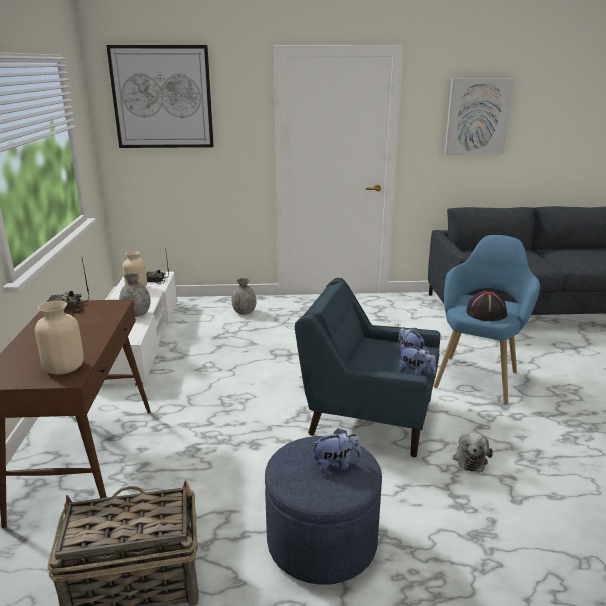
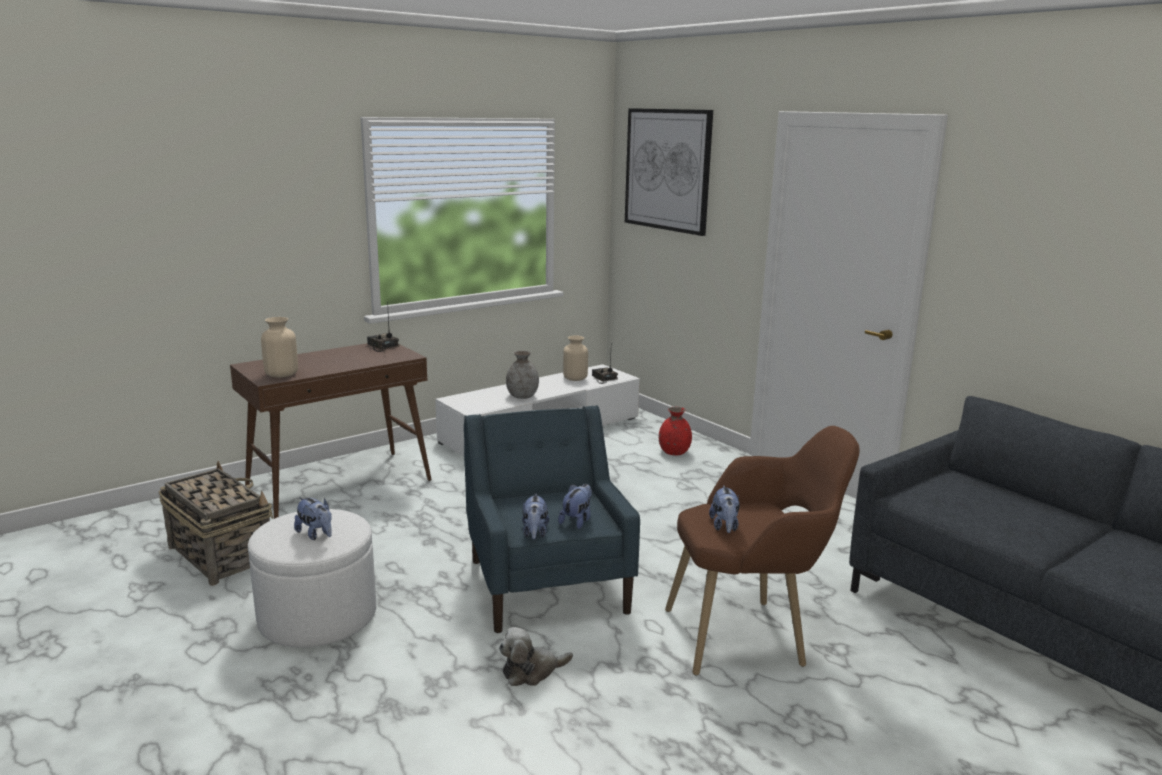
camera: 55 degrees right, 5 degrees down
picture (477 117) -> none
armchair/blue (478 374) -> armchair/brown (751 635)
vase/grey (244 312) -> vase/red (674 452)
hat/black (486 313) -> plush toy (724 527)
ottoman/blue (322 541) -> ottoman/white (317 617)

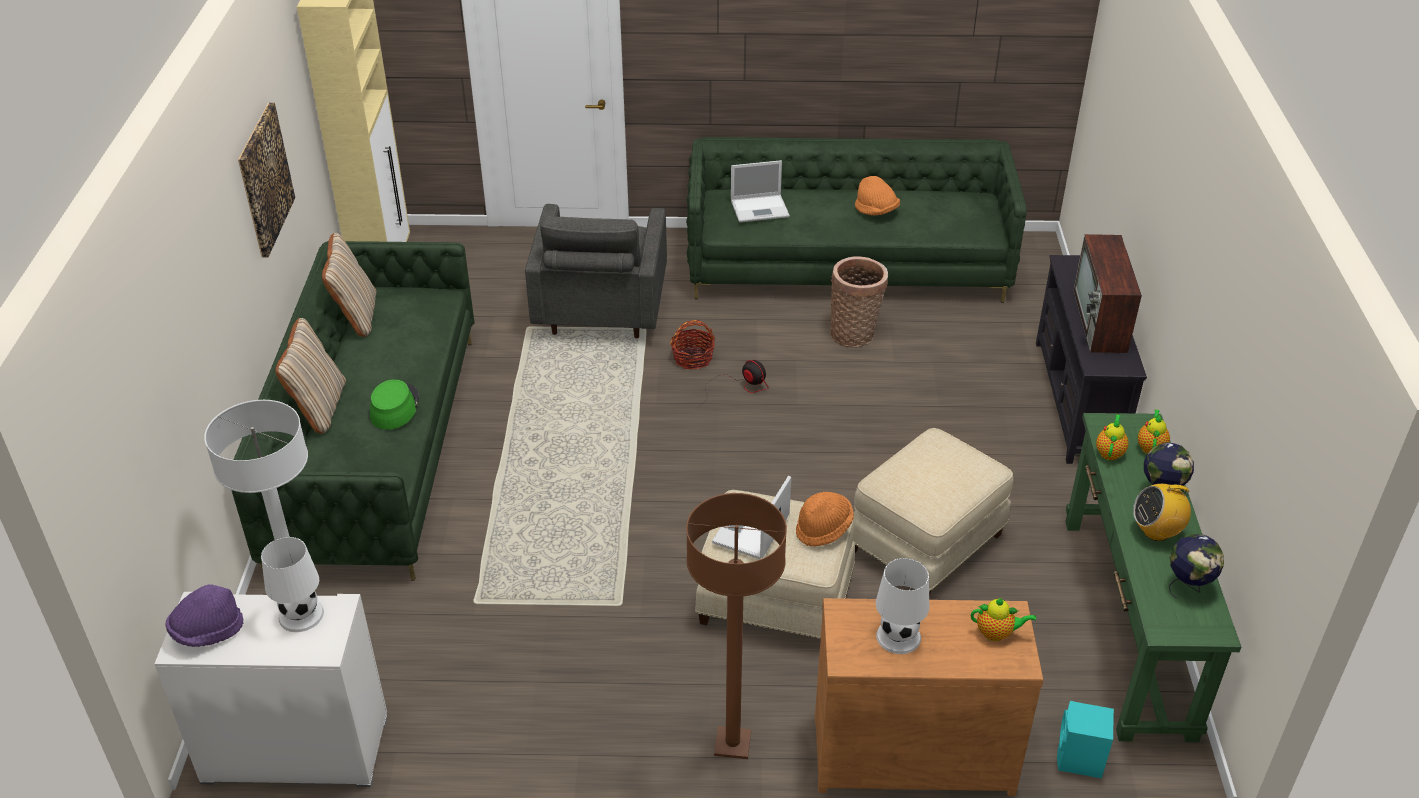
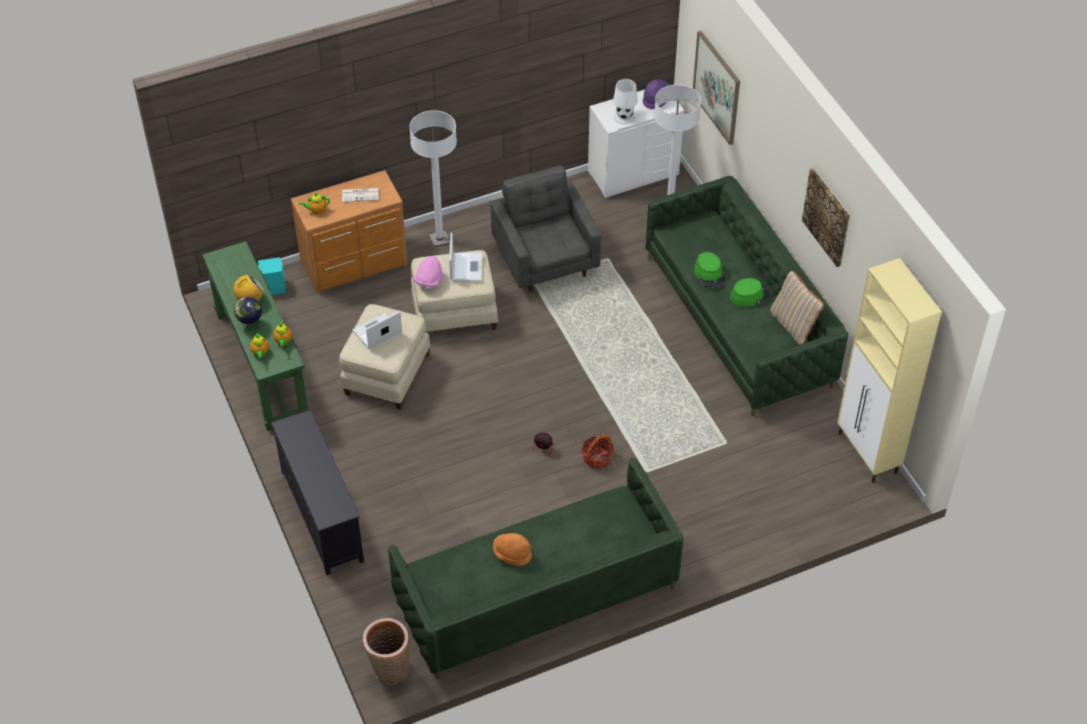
camera: 155 degrees right, 10 degrees up
laptop (761 208) -> laptop (376 332), move
armchair/grey (600 311) -> armchair/grey (545 259), move
television (1101 322) -> none
basket (855 334) -> basket (390 670), move
pillow/beige (318 407) -> none
hat/orange (823 528) -> hat/pink (429 281)
floor lamp/brown (732 744) -> floor lamp/white (439 240)
globe (1188 587) -> none
table lamp/white (897 637) -> newspaper (361 195)
none -> picture (717 87)
none -> hat/green (750 295)

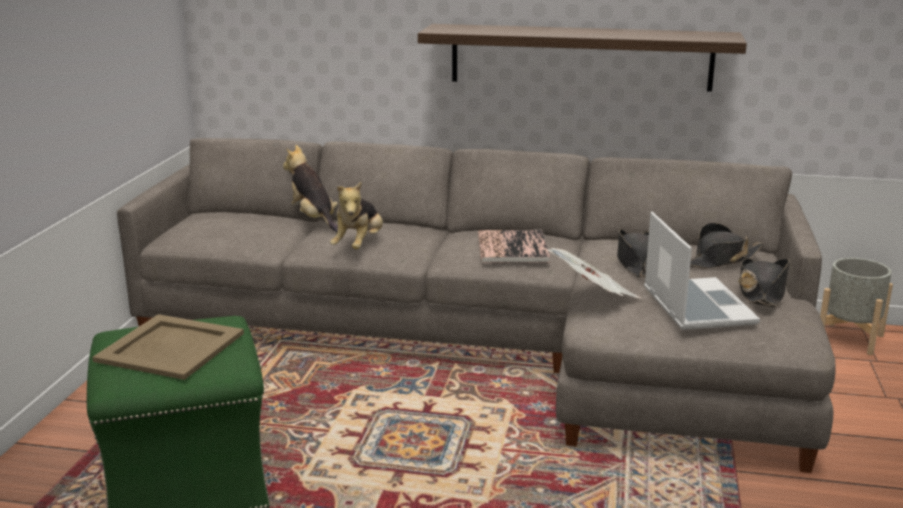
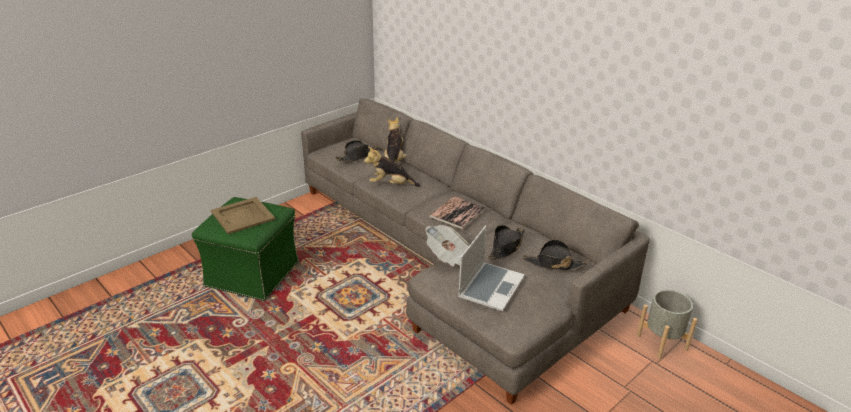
camera: 35 degrees right, 10 degrees up
shelf (580 57) -> none
plush toy (359 246) -> plush toy (391 185), 45 degrees clockwise
hat/black (761 292) -> hat/black (357 156), move

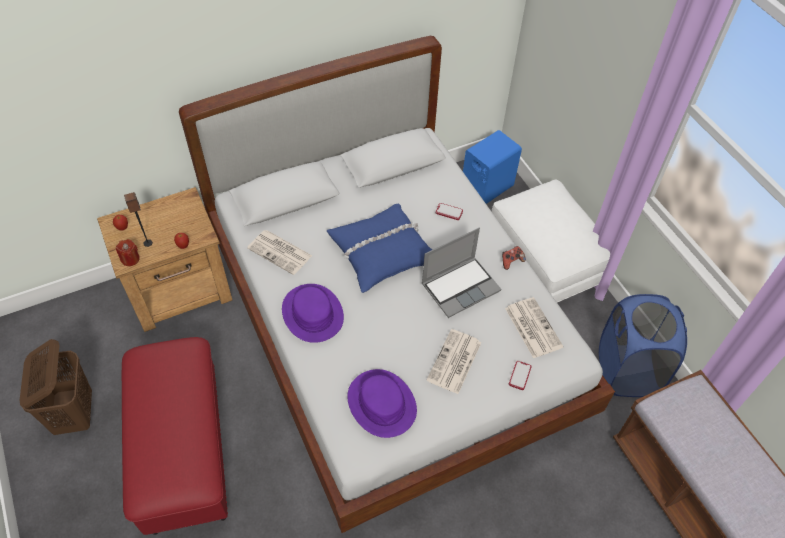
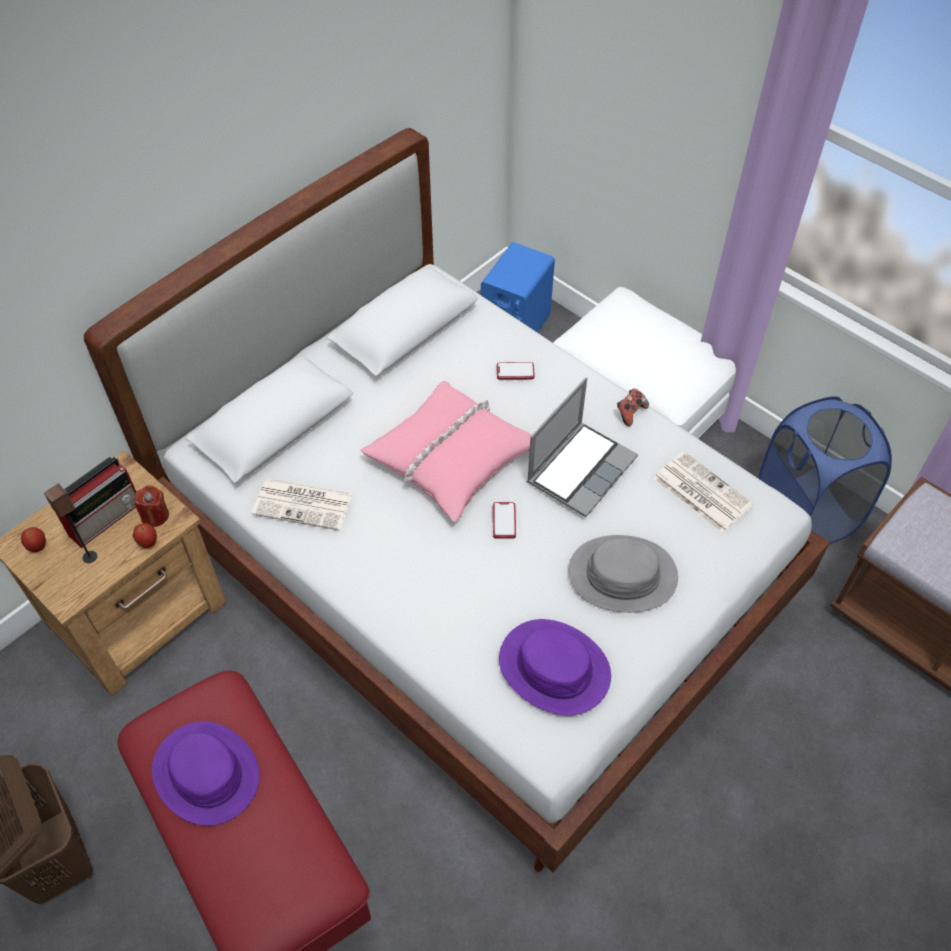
camera: 20 degrees left, 0 degrees up
pillow/blue (382 252) -> pillow/pink (450 457)
candle/red (130 259) -> candle/red (155 515), move
hat/purple (312 314) -> hat/purple (206 774), move
newspaper (454 362) -> hat/grey (622 575)
phone (519 375) -> phone (504 521), move
none -> radio (106 517)

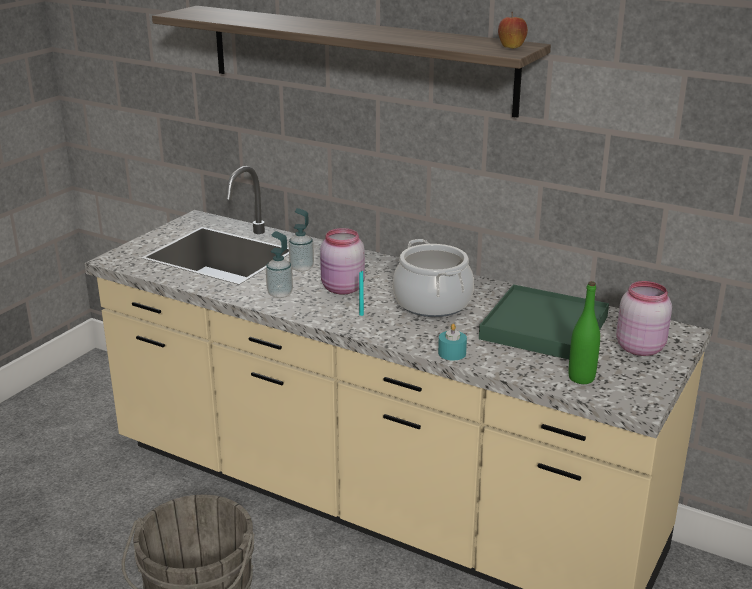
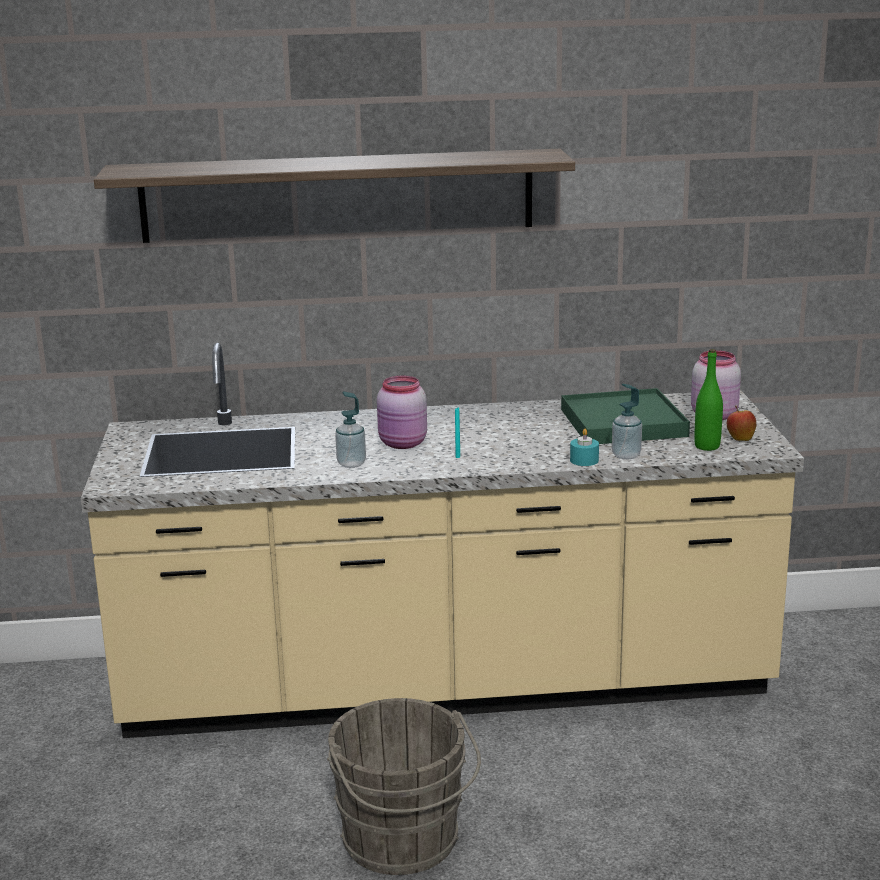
camera: 35 degrees left, 5 degrees down
apple (511 47) -> apple (740 438), move
soap dispenser (301 268) -> soap dispenser (626 455), move
cooking pot (432 303) -> none

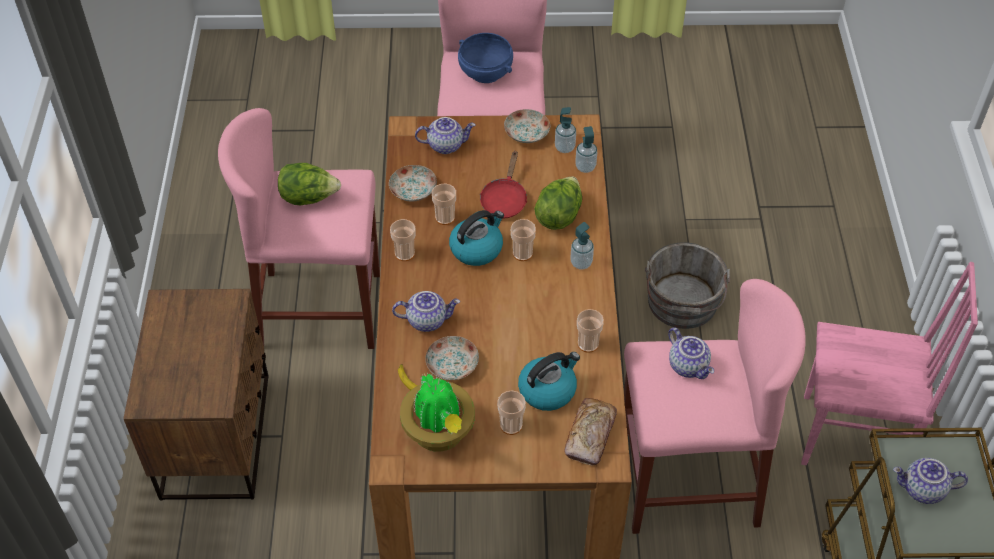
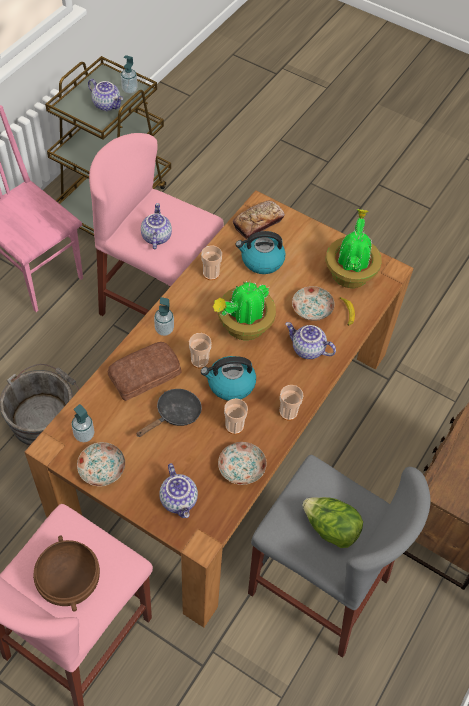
camera: 150 degrees left, 5 degrees up
bowl/blue (486 72) -> bowl/brown (68 582)
stool/pink (320 309) -> stool/grey (318 586)
teapot (446 145) -> teapot (179 500), 135 degrees counterclockwise
soap dispenser (585 167) -> soap dispenser (129 89), move
frying pan/red (504 199) -> frying pan/black (175 414)
lettuce (558 215) -> bread (146 375)
cup (511 425) -> none
none -> potted plant (243 326)

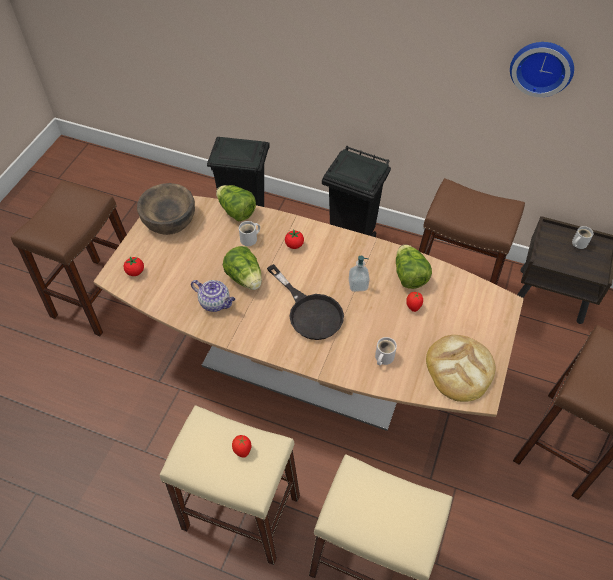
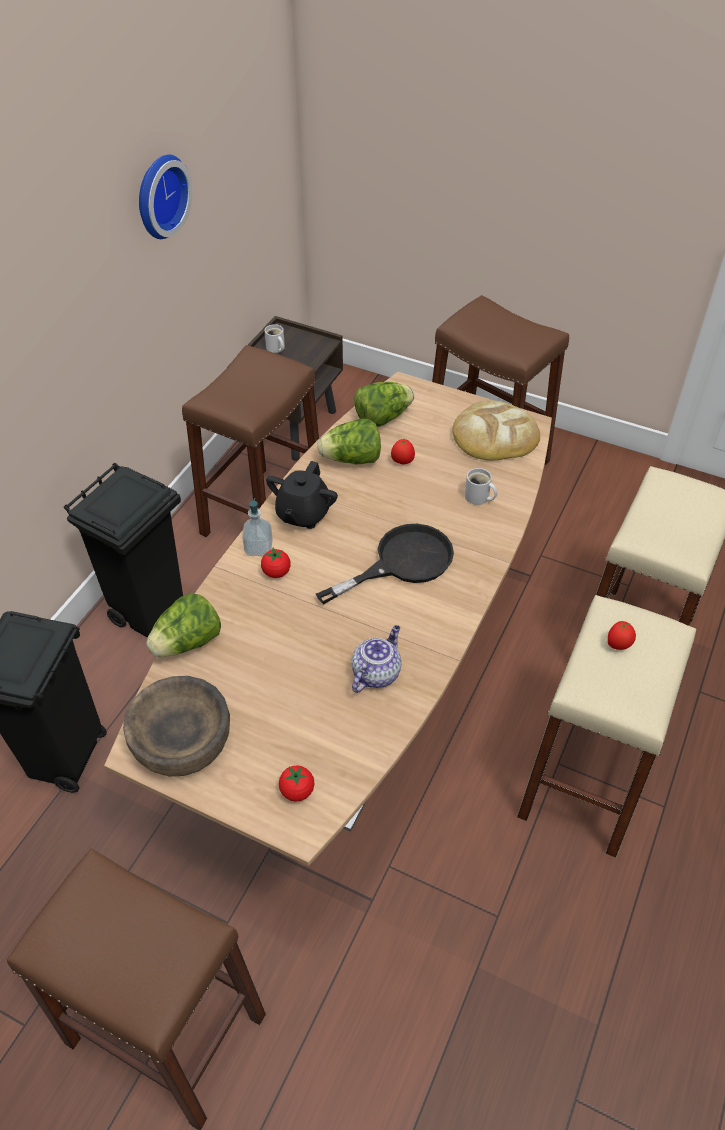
camera: 85 degrees left, 5 degrees down
mug/white (250 239) -> none
lettuce (245 278) -> lettuce (382 418), move
soap dispenser (358 285) -> soap dispenser (258 548), move
none -> teapot/black (303 514)

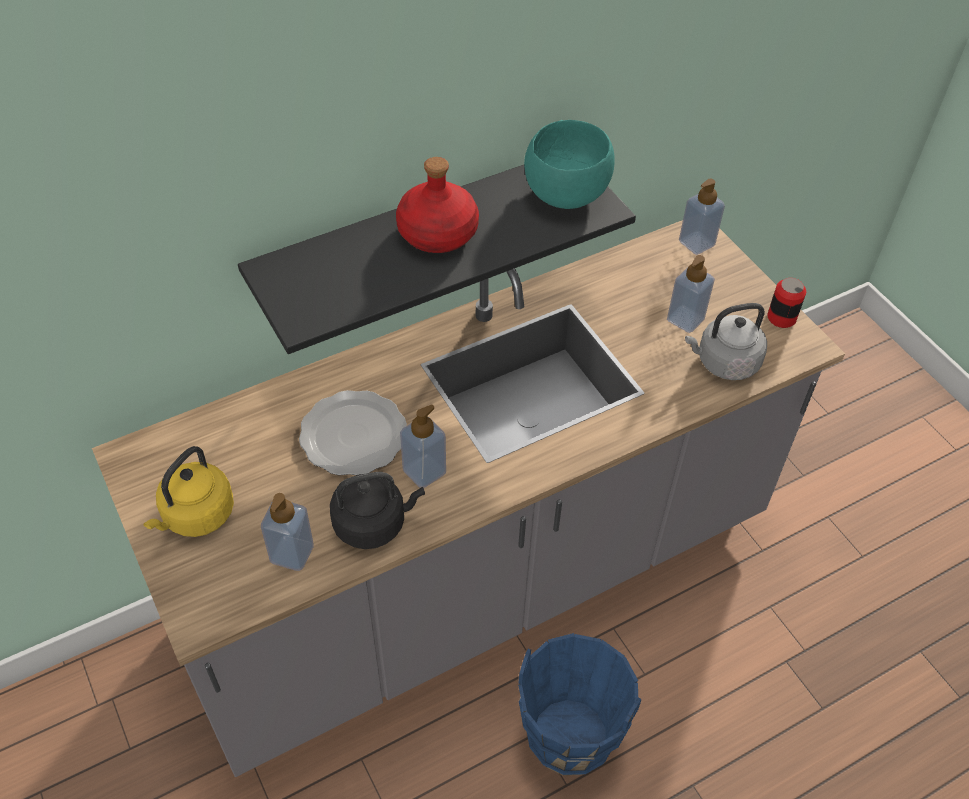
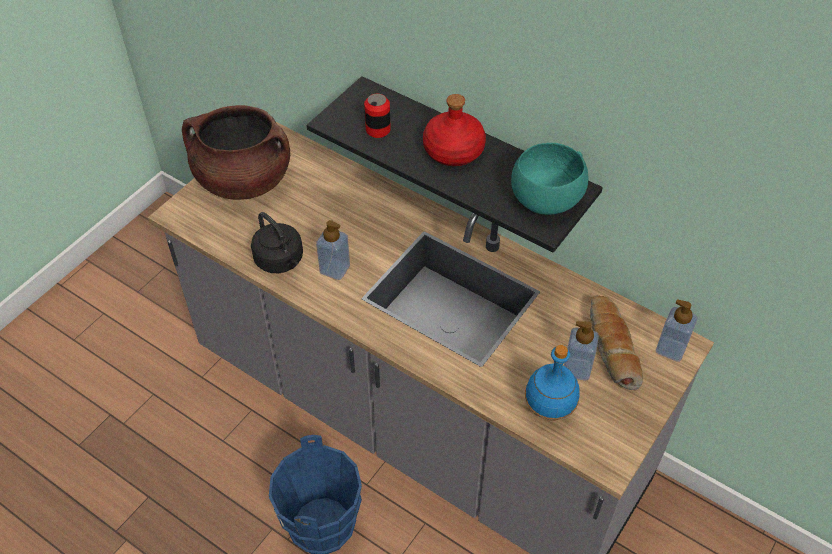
camera: 65 degrees right, 0 degrees up
can (781 318) -> can (378 130), move
kettle/grey (724 363) -> bottle/blue (548 409)
plate (353 437) -> none
kettle/yellow (196 516) -> cooking pot/brown (243 180)
soap dispenser (292 553) -> none
none -> bread (611 348)

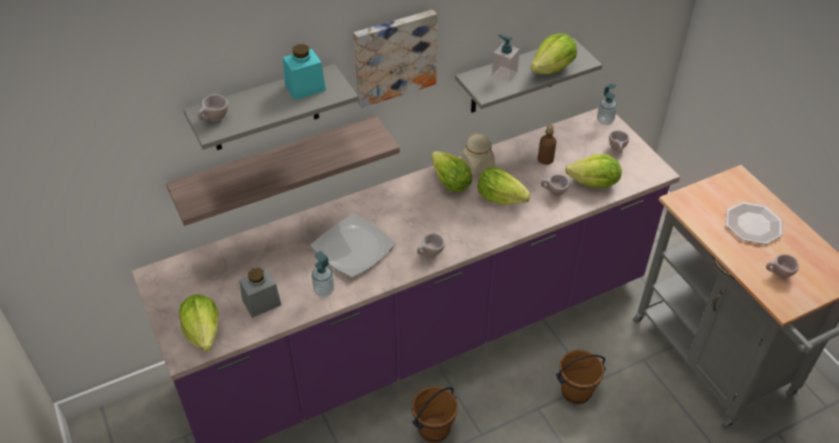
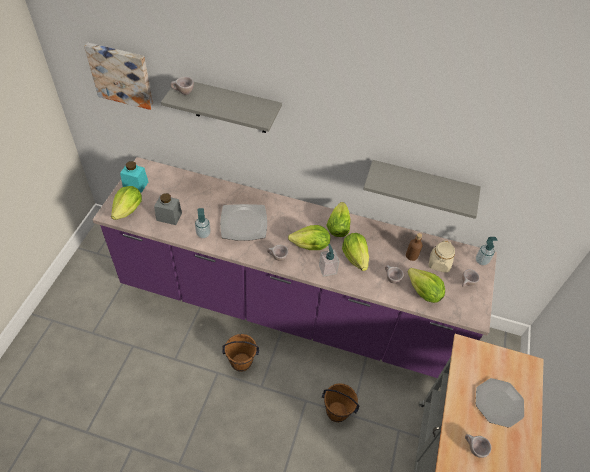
camera: 40 degrees right, 5 degrees up
picture (394 56) -> picture (122 75), move
lettuce (553 69) -> lettuce (310 246), move
soap dispenser (504 74) -> soap dispenser (327 269), move
jar/turquoise (305 88) -> jar/turquoise (135 184), move
shelf (278 169) -> none
jar/beige (477 165) -> jar/beige (439 264), move

